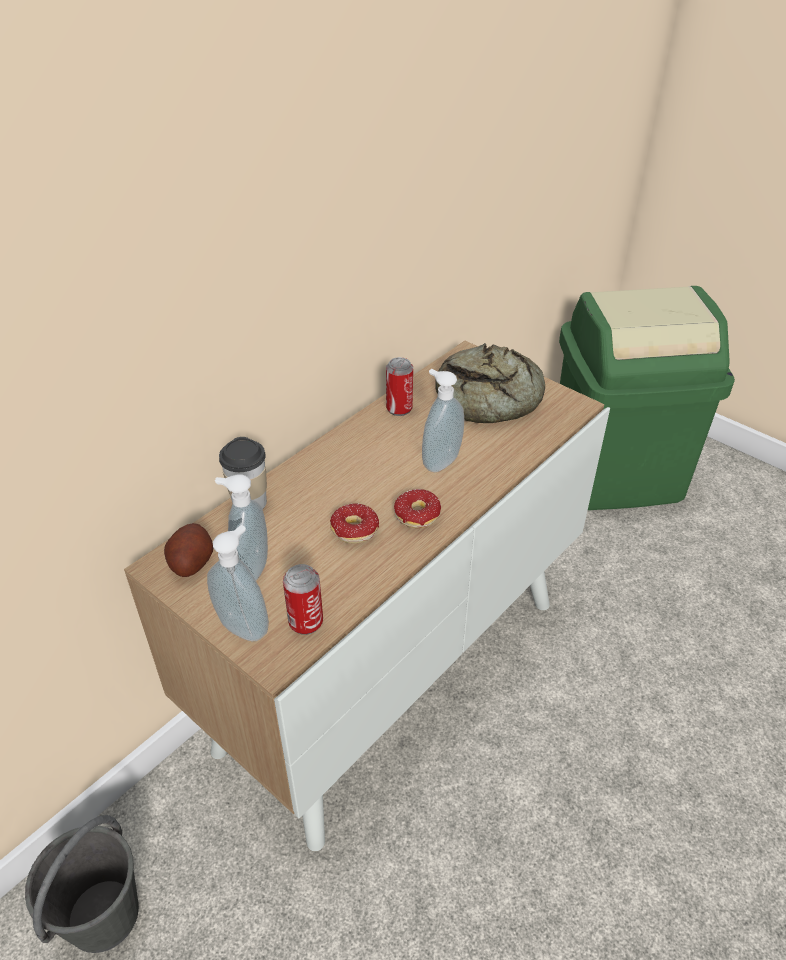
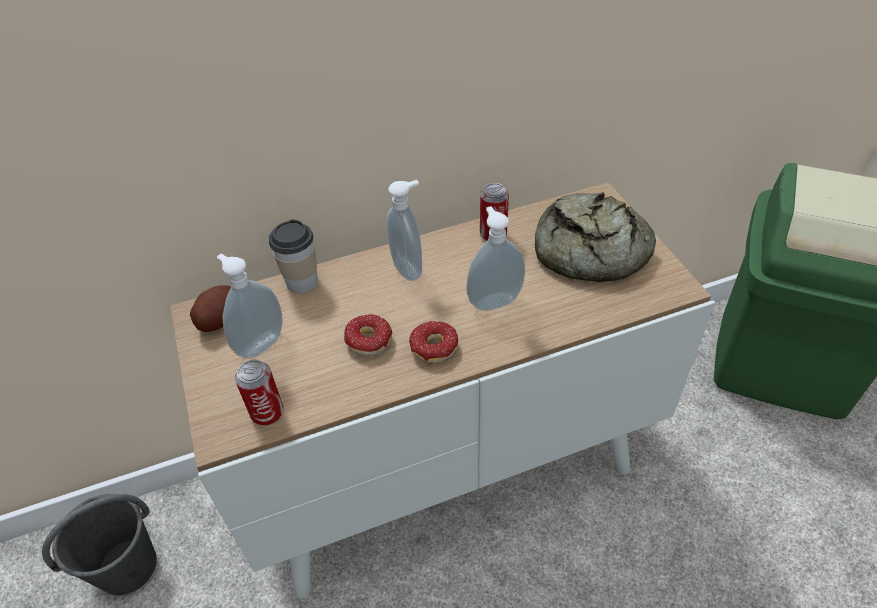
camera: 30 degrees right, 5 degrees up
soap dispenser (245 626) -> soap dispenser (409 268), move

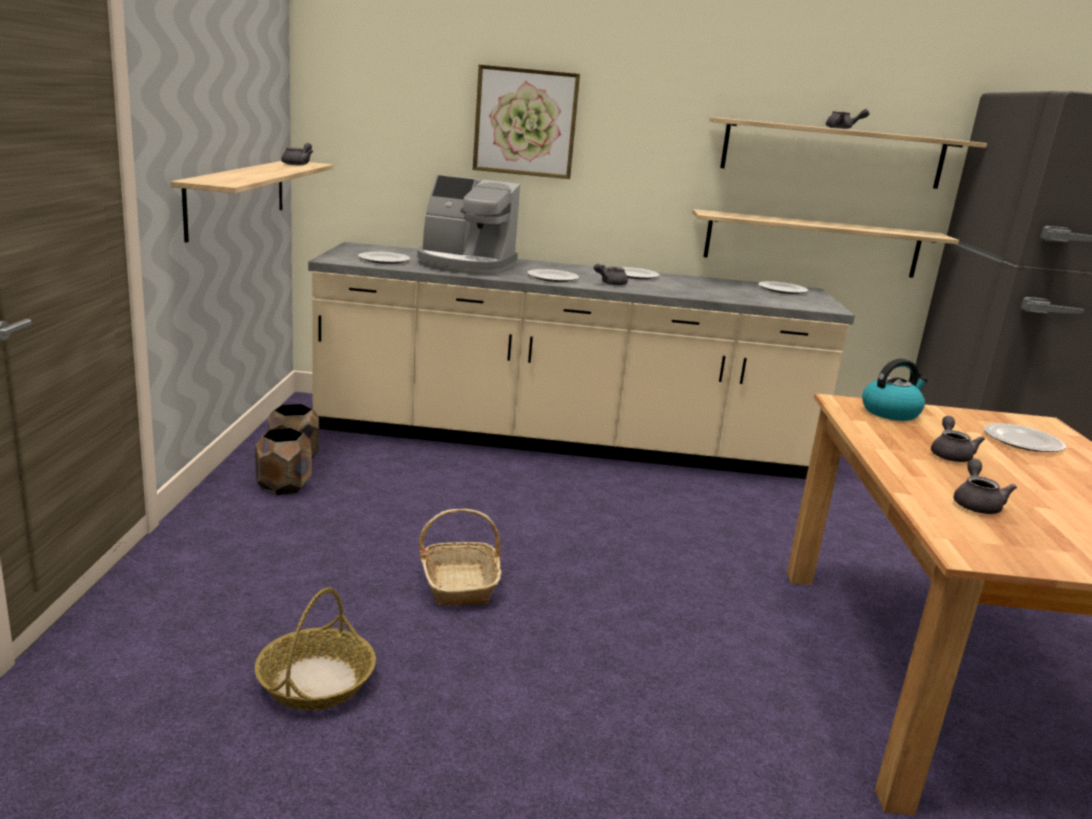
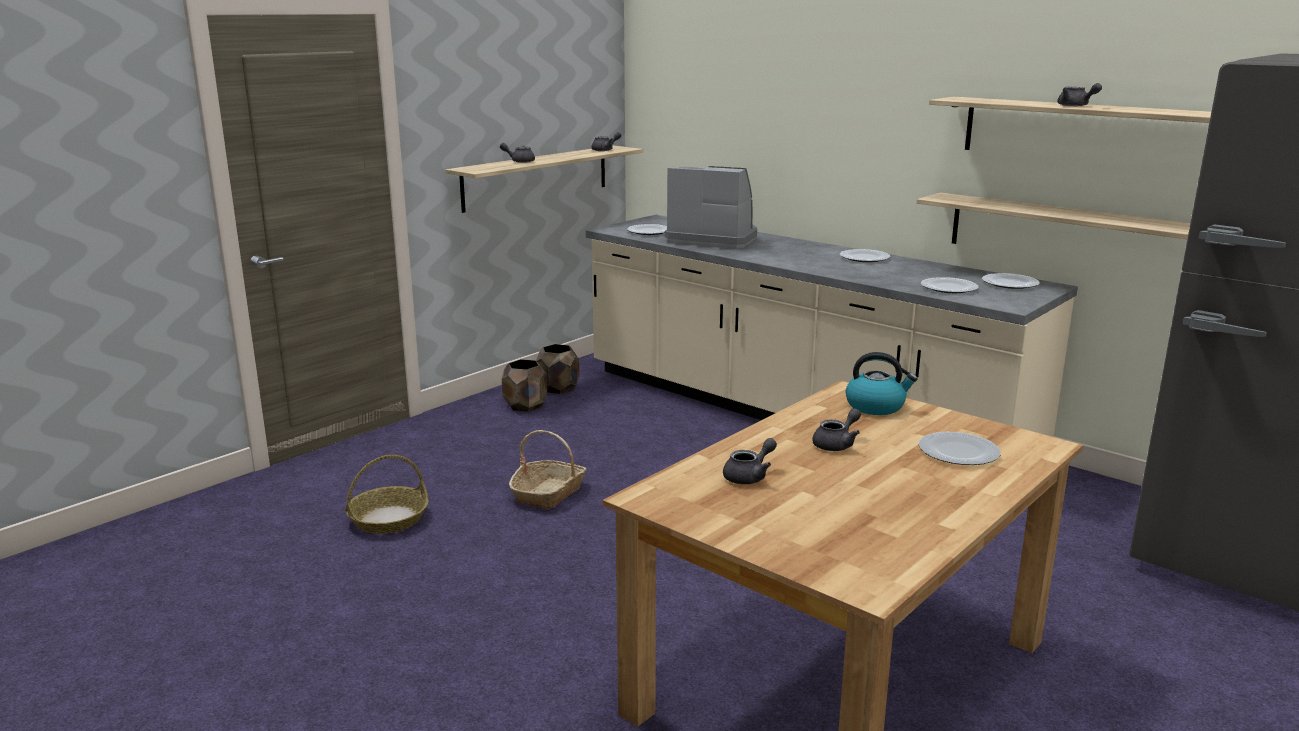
camera: 40 degrees right, 0 degrees up
picture (525 122) -> none
coffee machine (465 264) -> coffee machine (712 239), 150 degrees clockwise
teapot/grey (610 283) -> teapot/grey (519 161), move
plate (553 278) -> plate (948 288), move

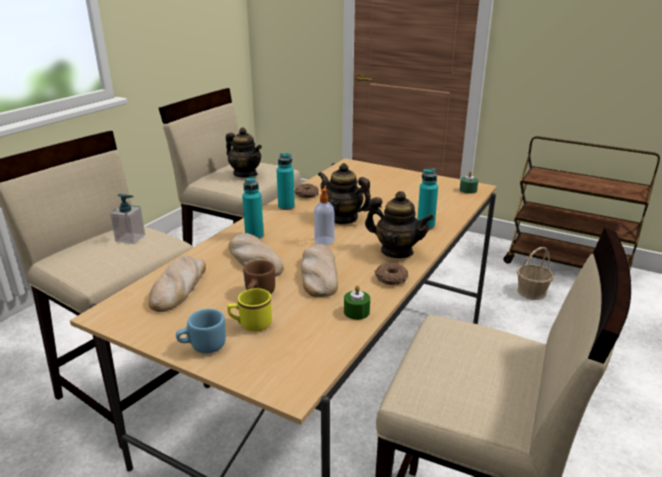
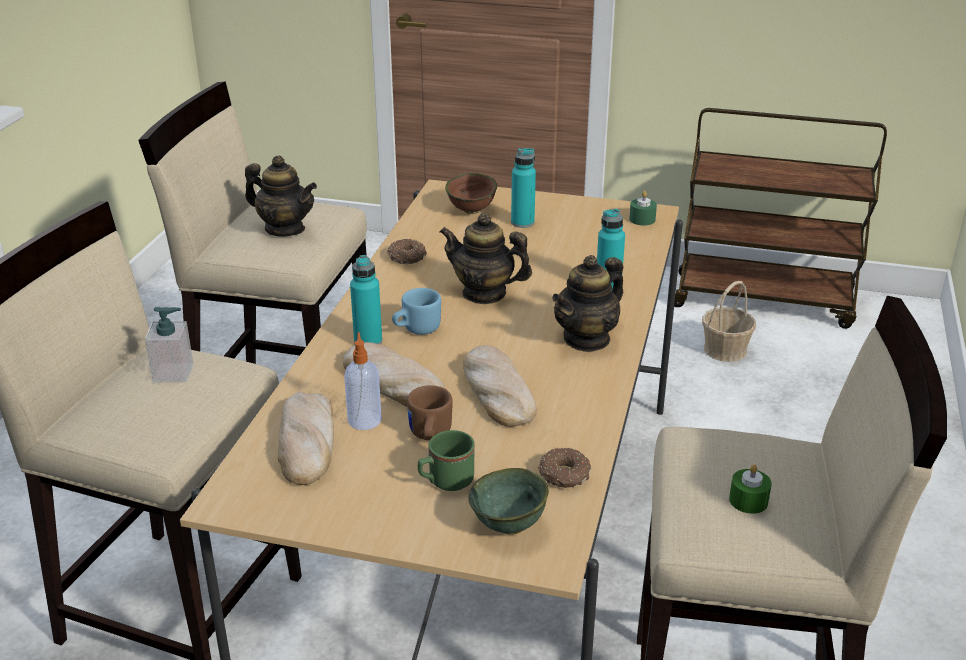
camera: 15 degrees left, 5 degrees up
bottle/turquoise (286 207) -> bottle/turquoise (522 223), move
soap dispenser (324 240) -> soap dispenser (364 419), move
teapot (396 251) -> teapot (587 339), 120 degrees clockwise
donut (391 279) -> donut (564 475), move
candle/green (356 312) -> candle/green (748 500), move
mug/yellow (251 325) -> mug/green (445 482)
mug/blue (202 346) -> mug/blue (416 329), move
none -> bowl/brown (472 211)
none -> bowl/green (509 527)

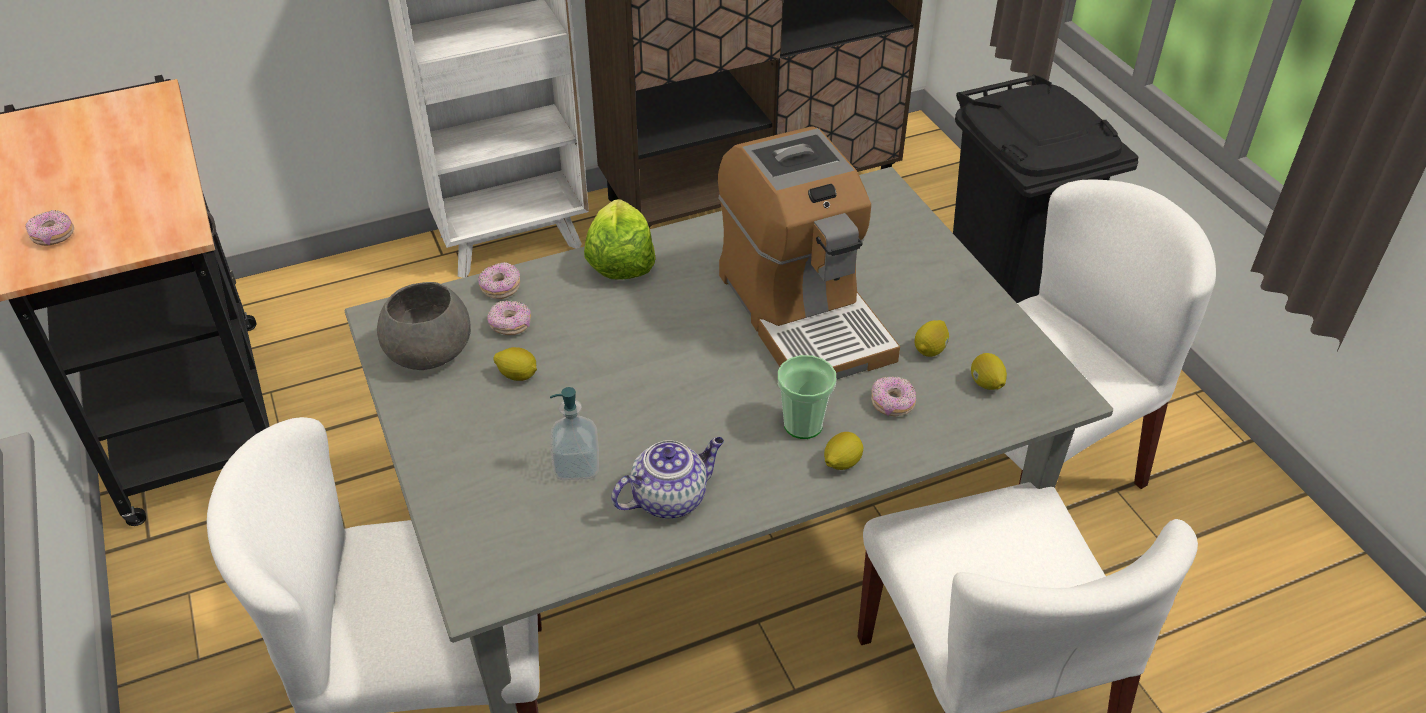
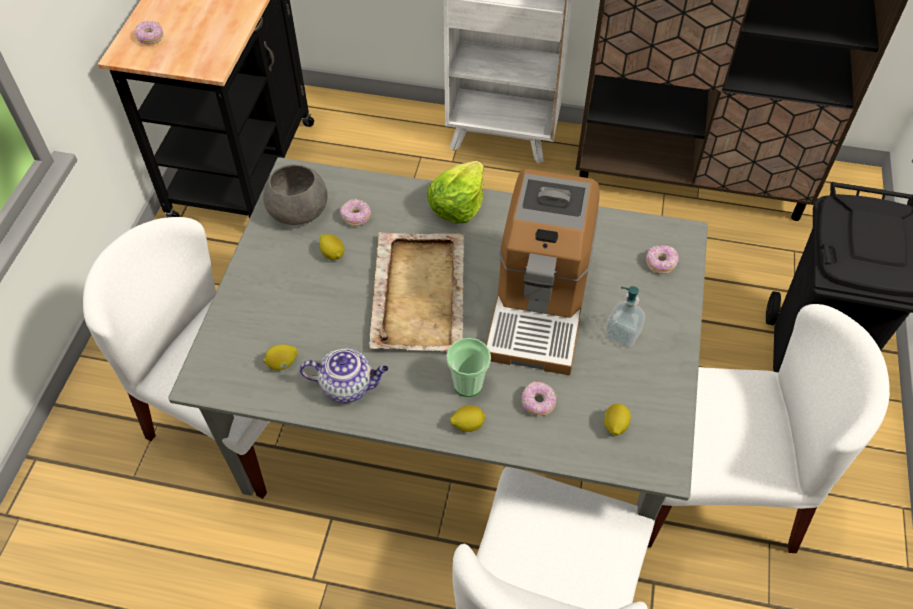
camera: 35 degrees right, 10 degrees up
donut (500 288) -> donut (660 263), move
lemon (930 350) -> lemon (282 364), move
soap dispenser (577 466) -> soap dispenser (622 334), move
none -> tray/beige (419 292)

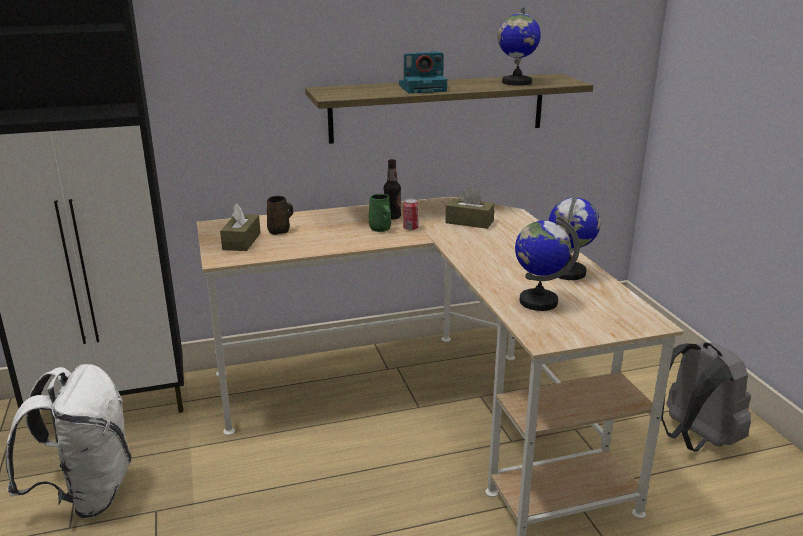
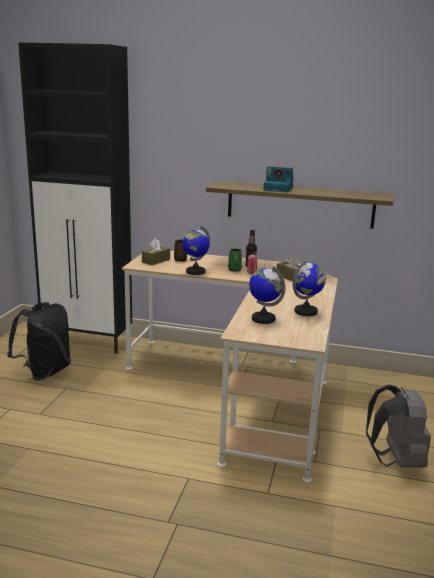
camera: 30 degrees right, 5 degrees down
globe (516 82) -> globe (195 272), move
backpack/white (87 494) -> backpack/black (45 372)

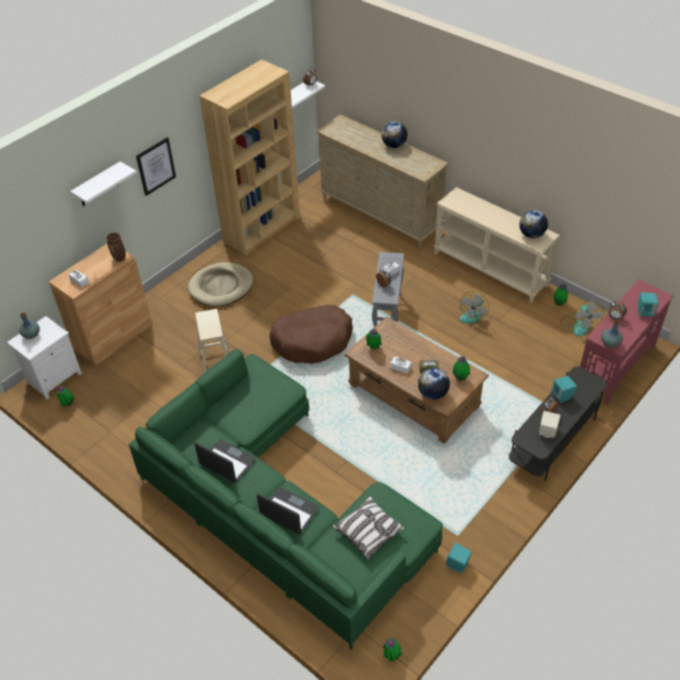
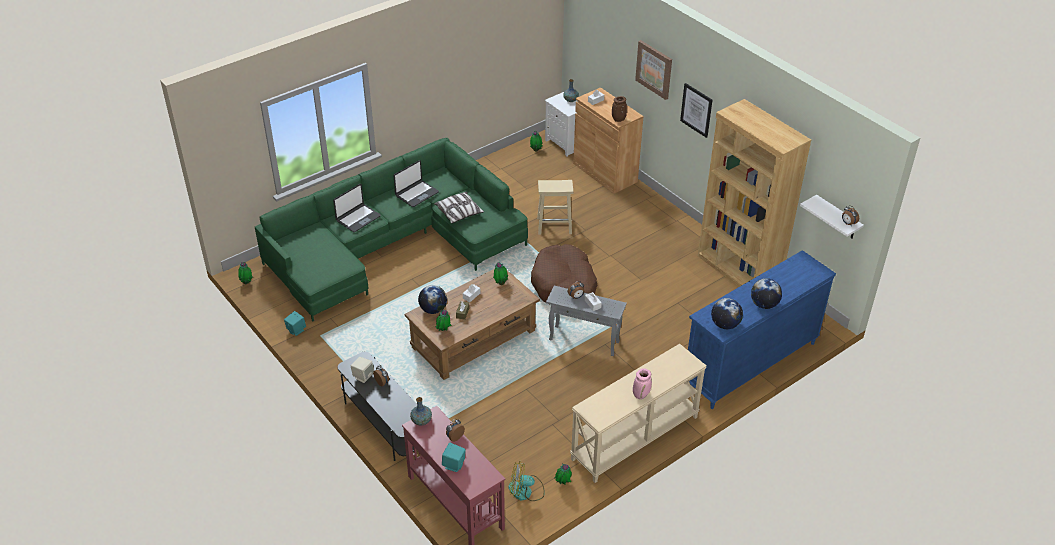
camera: 100 degrees right, 5 degrees down
dresser/beige (380 215) -> dresser/blue (750 364)
shelf/white (98 185) -> picture (654 69)
globe (531 235) -> globe (725 324), move
dog bed/beige (221 287) -> none
fan (473 314) -> none
speaker/turquoise (562 396) -> none
pillow (368 532) -> pillow (459 213), move
none -> vase/pink (641 394)

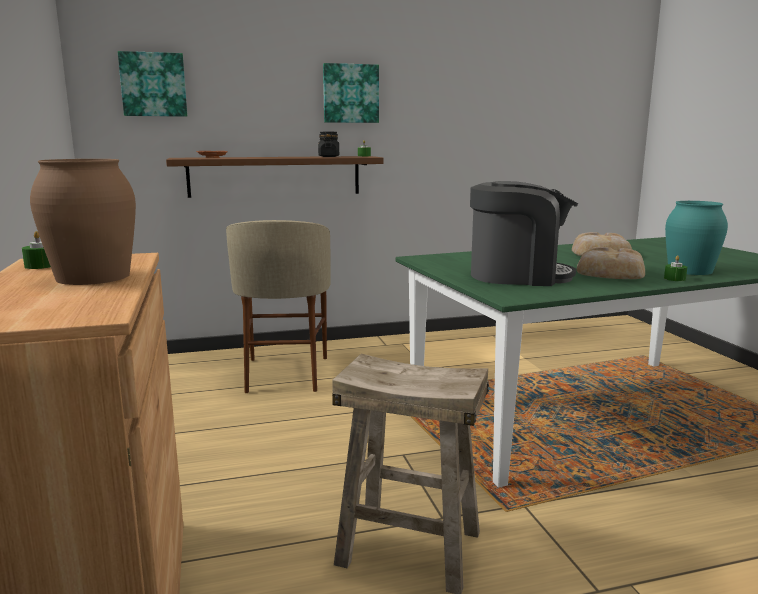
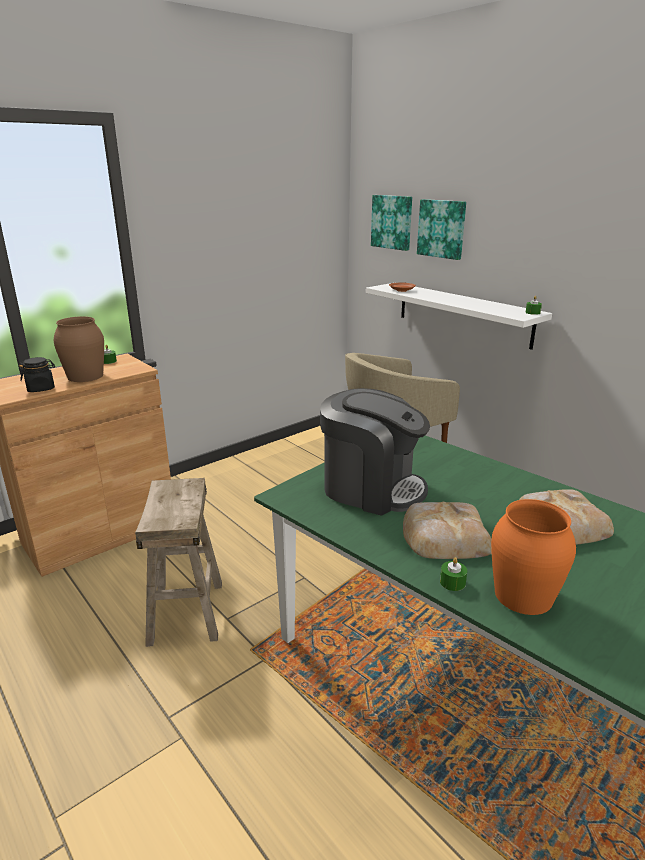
camera: 65 degrees right, 10 degrees up
picture (350 93) -> picture (442 228), move
jar/black (329 156) -> jar/black (41 388), move
shelf/brown (275 176) -> shelf/white (462 314)
coffee machine (518 275) -> coffee machine (371 488), 45 degrees counterclockwise
vase/turquoise (690 270) -> vase/orange (522 595)

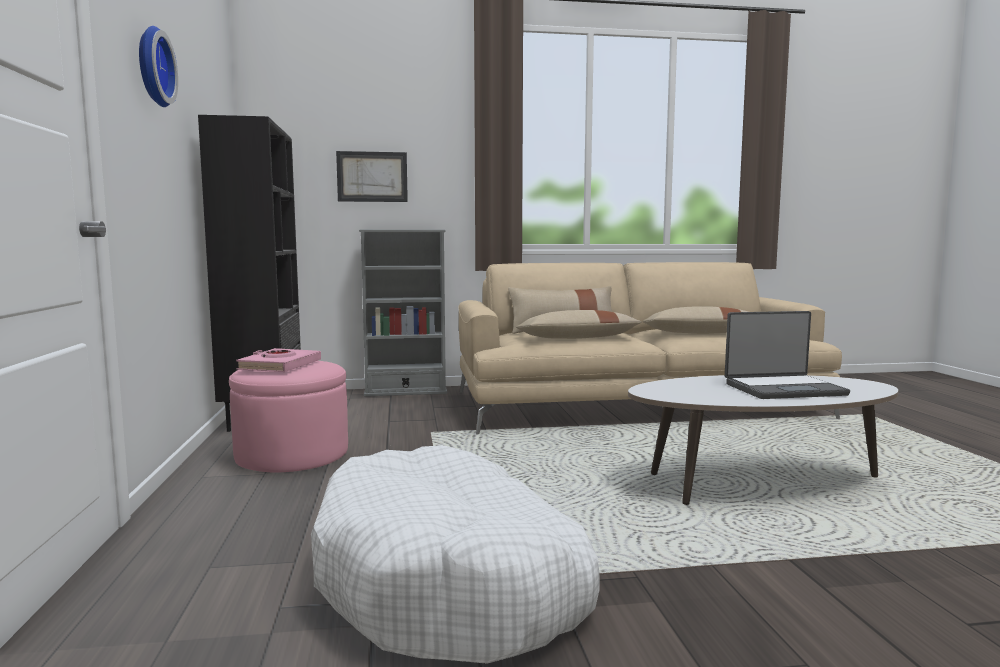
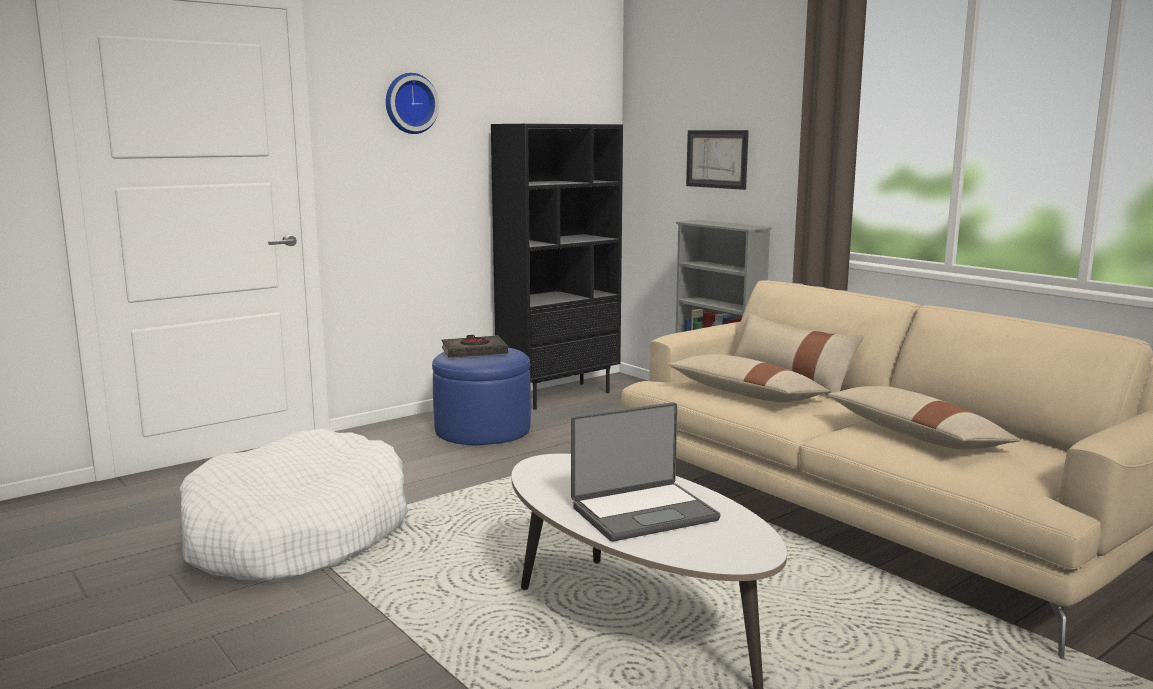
camera: 60 degrees right, 5 degrees up
laptop (783 389) -> laptop (643 512), 75 degrees counterclockwise
book/pink (280 366) -> book/black (474 352)
ottoman/pink (292 454) -> ottoman/blue (483 430)

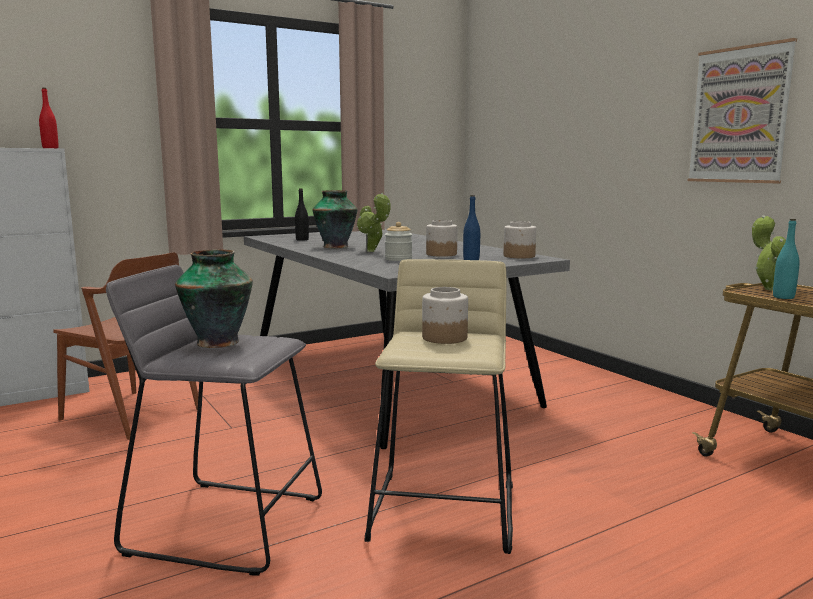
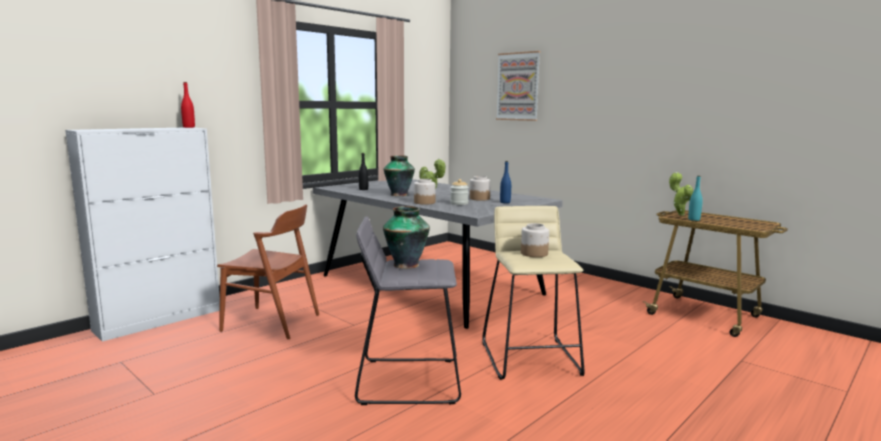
camera: 15 degrees left, 0 degrees up
picture (739 115) -> picture (518 86), move
jar (519 256) -> jar (424 202), move

